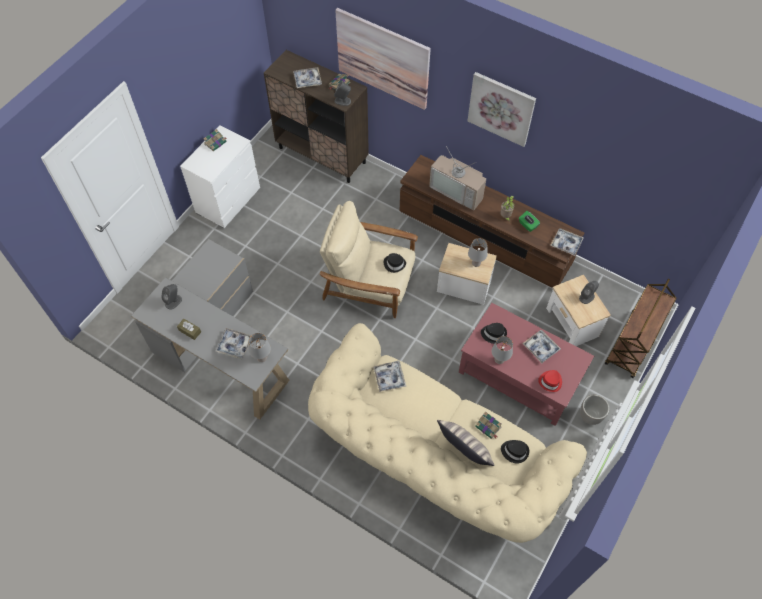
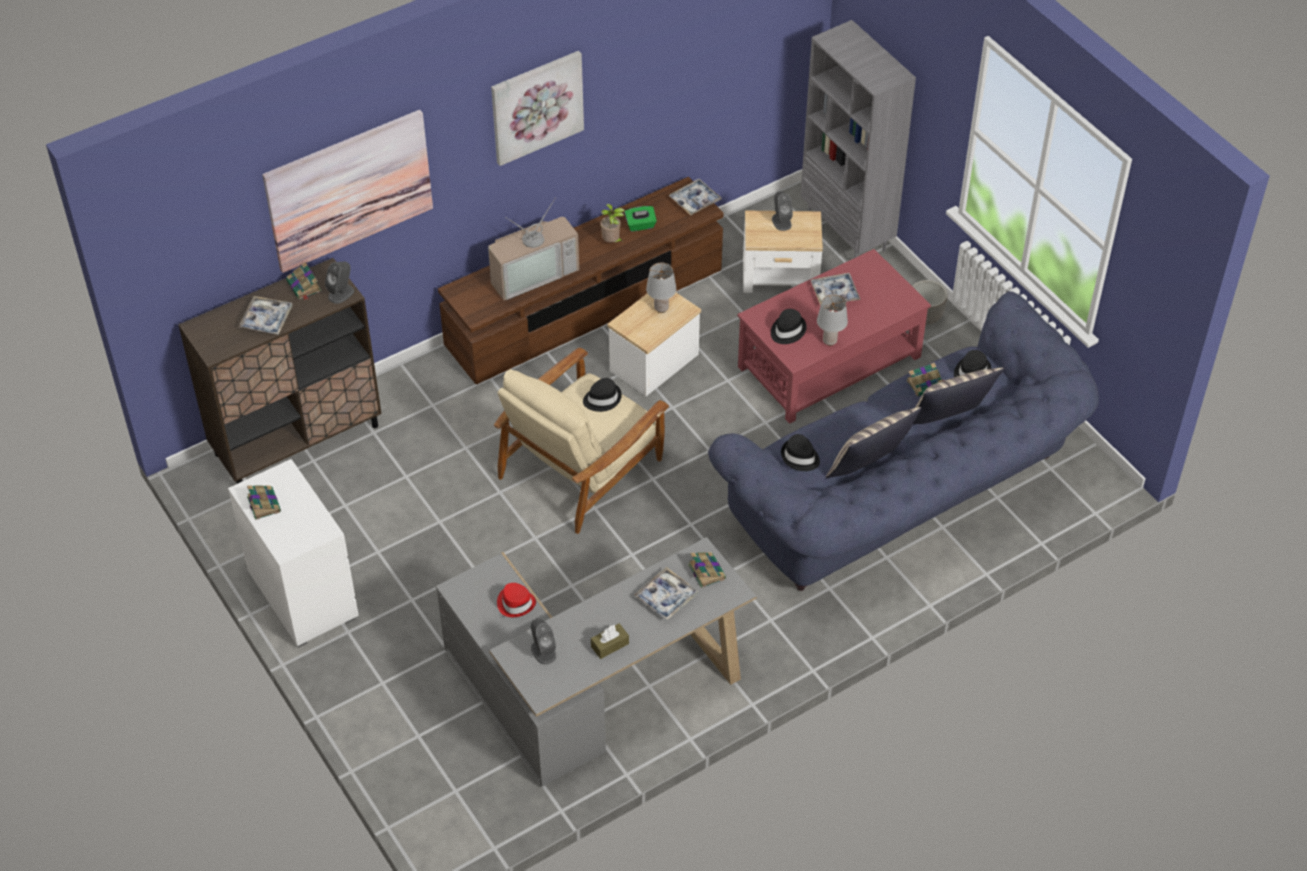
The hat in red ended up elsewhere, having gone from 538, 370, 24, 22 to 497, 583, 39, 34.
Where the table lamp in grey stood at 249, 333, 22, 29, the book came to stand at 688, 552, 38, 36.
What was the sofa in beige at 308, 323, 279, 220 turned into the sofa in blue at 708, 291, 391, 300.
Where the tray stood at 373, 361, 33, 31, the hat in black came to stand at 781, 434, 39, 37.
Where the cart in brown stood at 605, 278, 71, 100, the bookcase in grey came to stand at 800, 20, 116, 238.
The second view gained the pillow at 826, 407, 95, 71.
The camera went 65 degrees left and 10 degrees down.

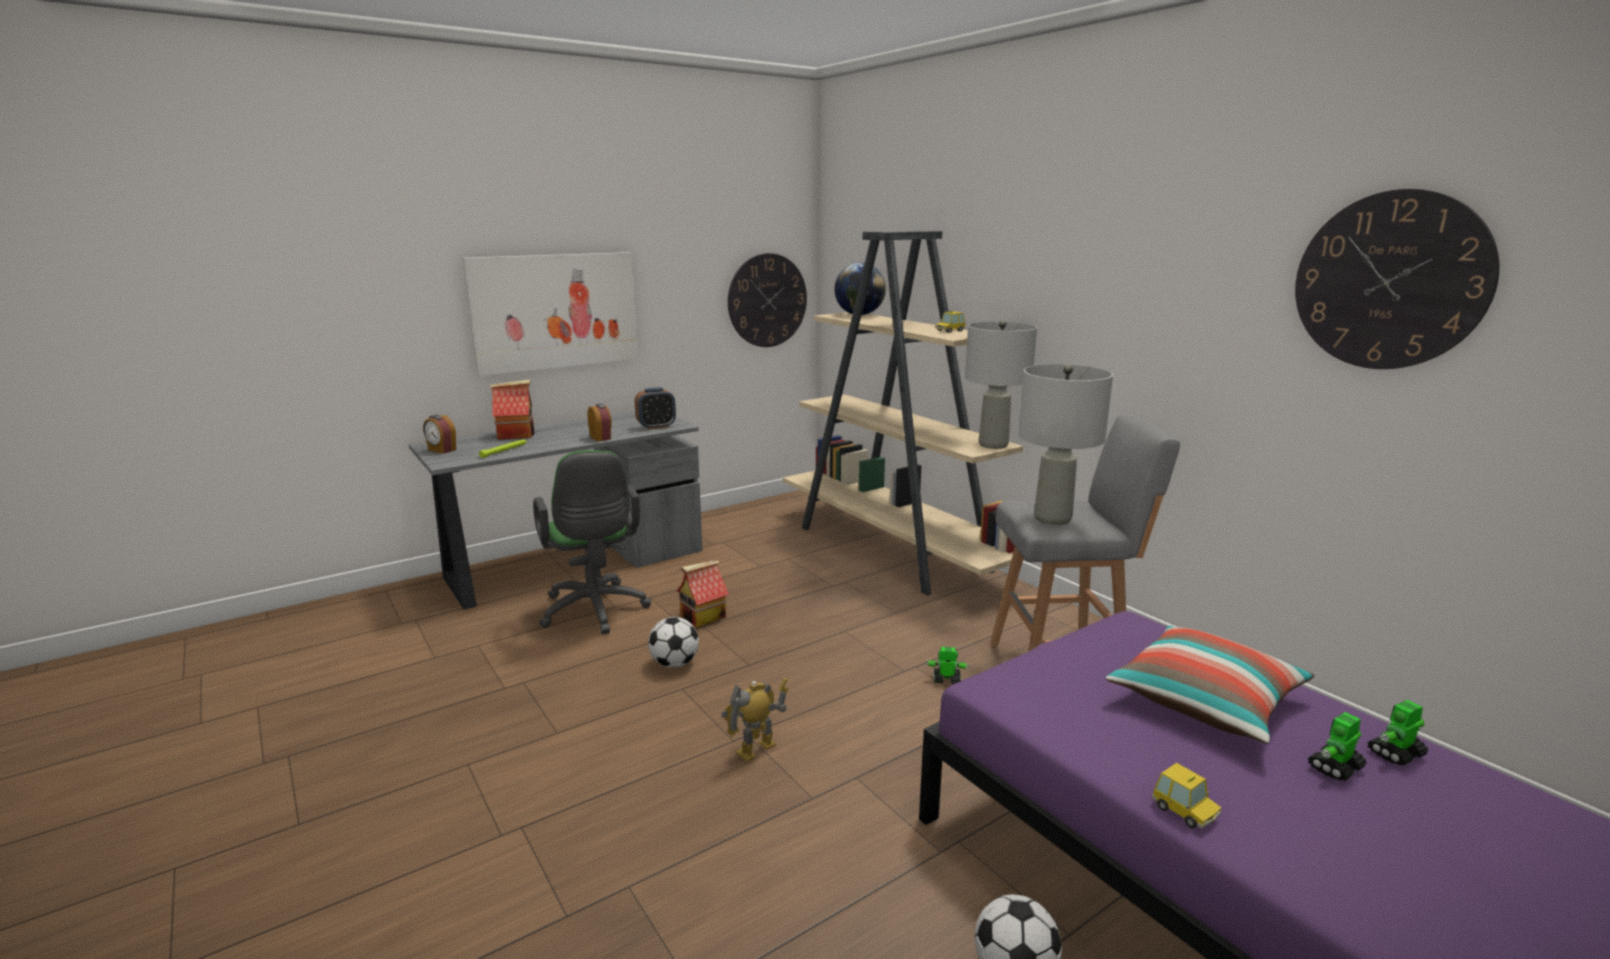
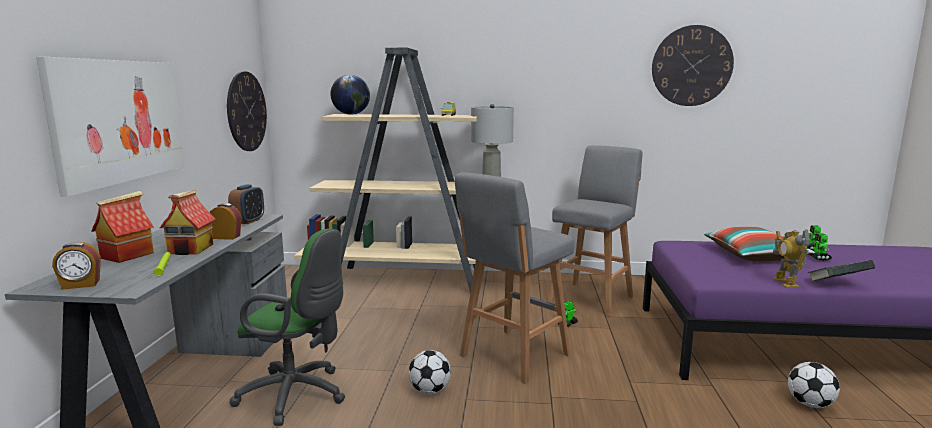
The toy house ended up elsewhere, having gone from 677, 560, 52, 68 to 160, 190, 56, 65.
The second view gained the stool in grey at 455, 172, 119, 212.
The toy robot ended up elsewhere, having gone from 721, 678, 68, 84 to 773, 229, 37, 59.
Where the toy car stood at 1151, 763, 70, 66, the book came to stand at 808, 260, 67, 22.
The second view lost the table lamp in grey at 1018, 364, 95, 161.
The camera went 50 degrees left and 5 degrees down.

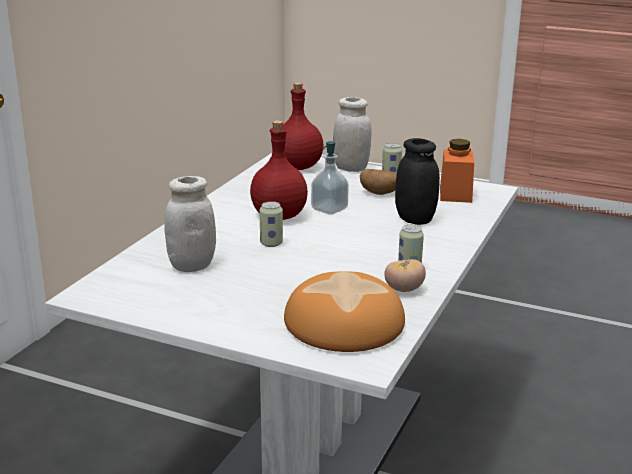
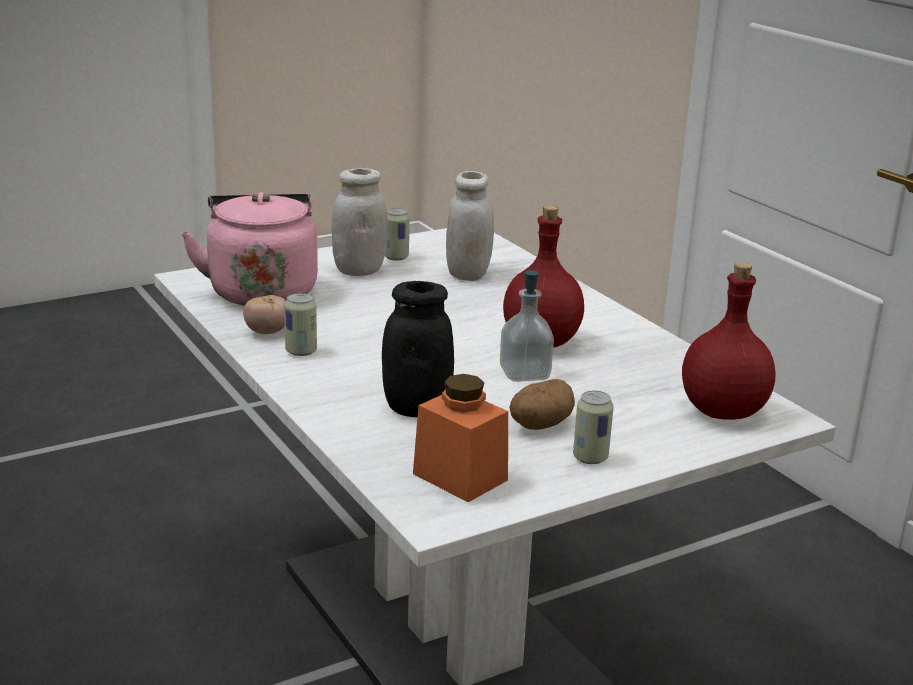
Where the bread stood at 284, 272, 121, 80, the kettle in pink came to stand at 181, 192, 137, 114.
The jar in white ended up elsewhere, having gone from 333, 97, 39, 75 to 331, 168, 57, 108.
The can ended up elsewhere, having gone from 260, 201, 23, 46 to 385, 208, 25, 53.
The camera went 125 degrees right and 0 degrees up.

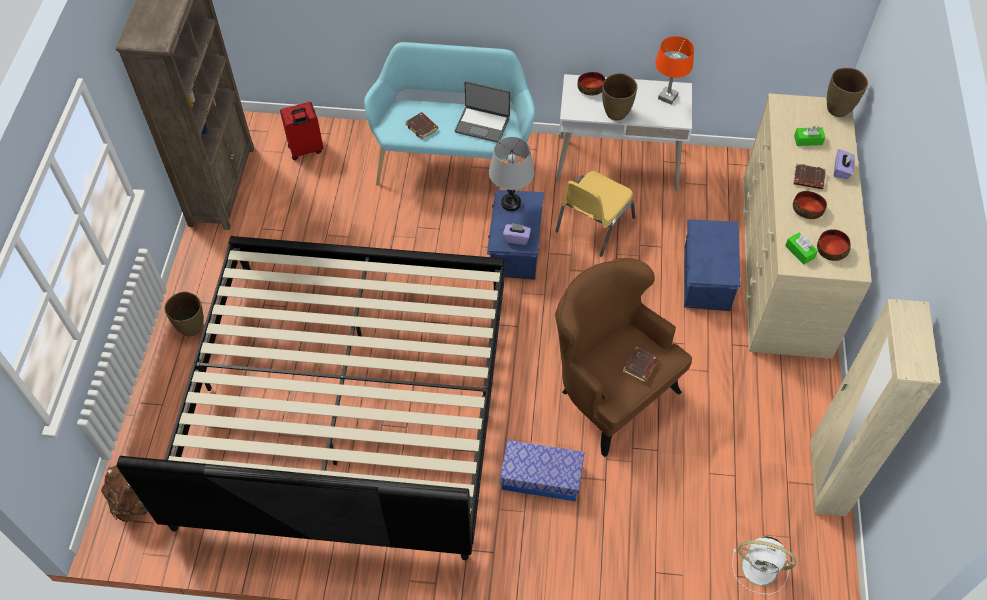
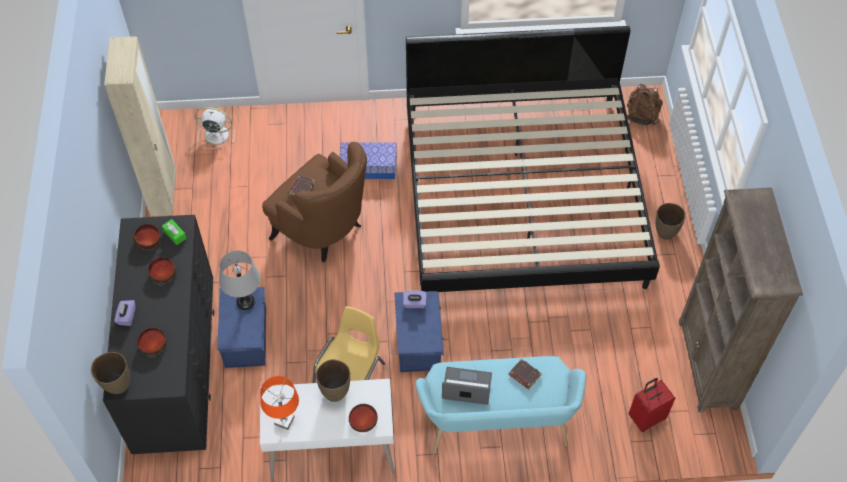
What was the dresser in beige at 742, 93, 130, 266 turned into the dresser in black at 103, 215, 111, 239.
Where the tissue box in green stood at 794, 126, 31, 20, the bowl came to stand at 137, 327, 30, 29.
The table lamp in grey ended up elsewhere, having gone from 489, 137, 46, 74 to 219, 250, 42, 60.
The second view lost the book in brown at 794, 164, 32, 26.
The camera went 170 degrees right and 0 degrees up.

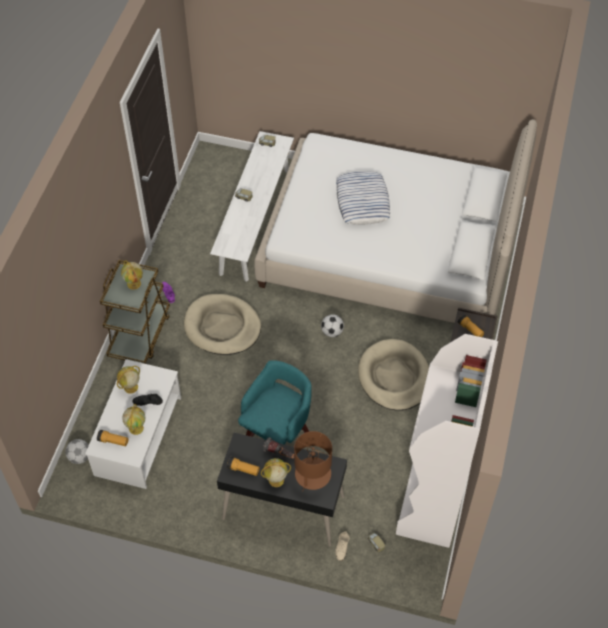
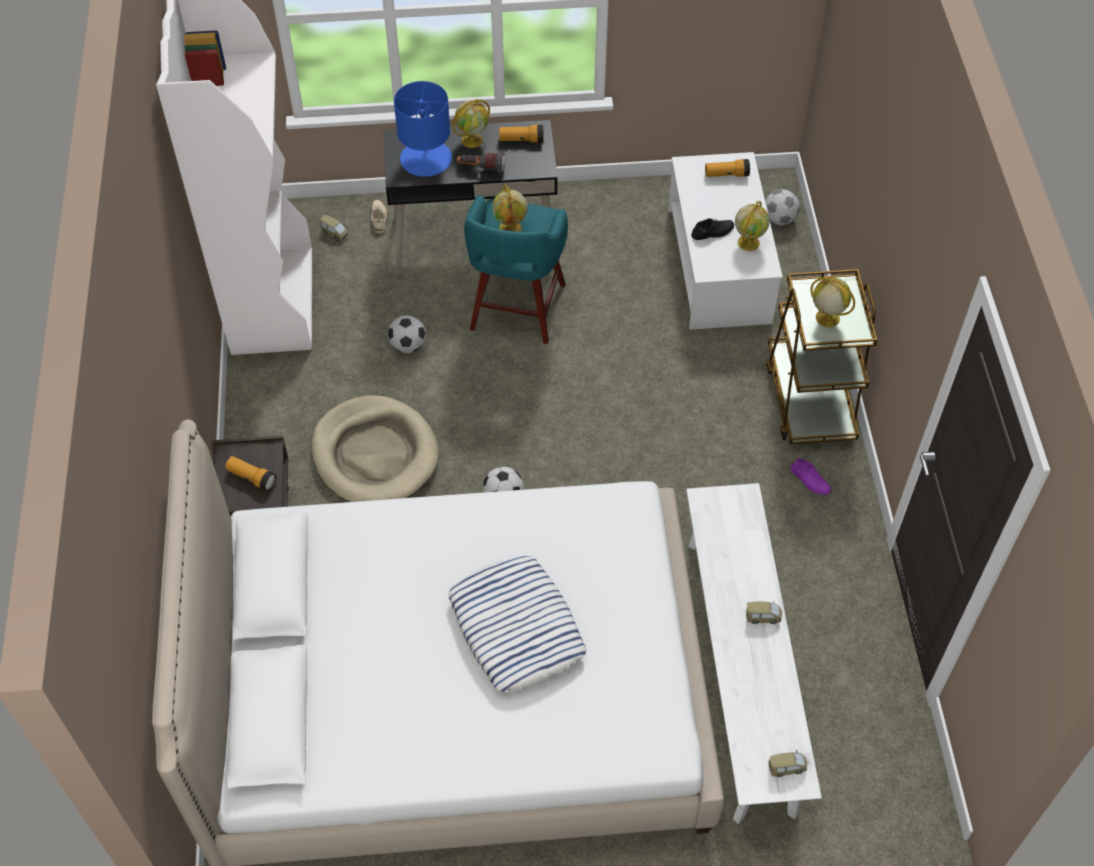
The second view gained the football at 388, 315, 38, 38.
What was the table lamp in brown at 294, 431, 38, 61 turned into the table lamp in blue at 394, 81, 58, 96.
The globe ended up elsewhere, having gone from 122, 404, 23, 31 to 492, 185, 36, 47.
The second view lost the dog bed in beige at 184, 294, 77, 61.
The camera went 160 degrees right and 0 degrees up.

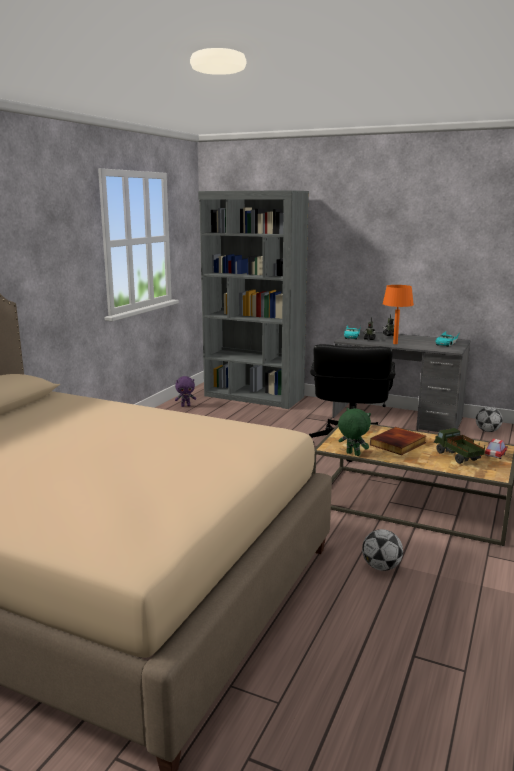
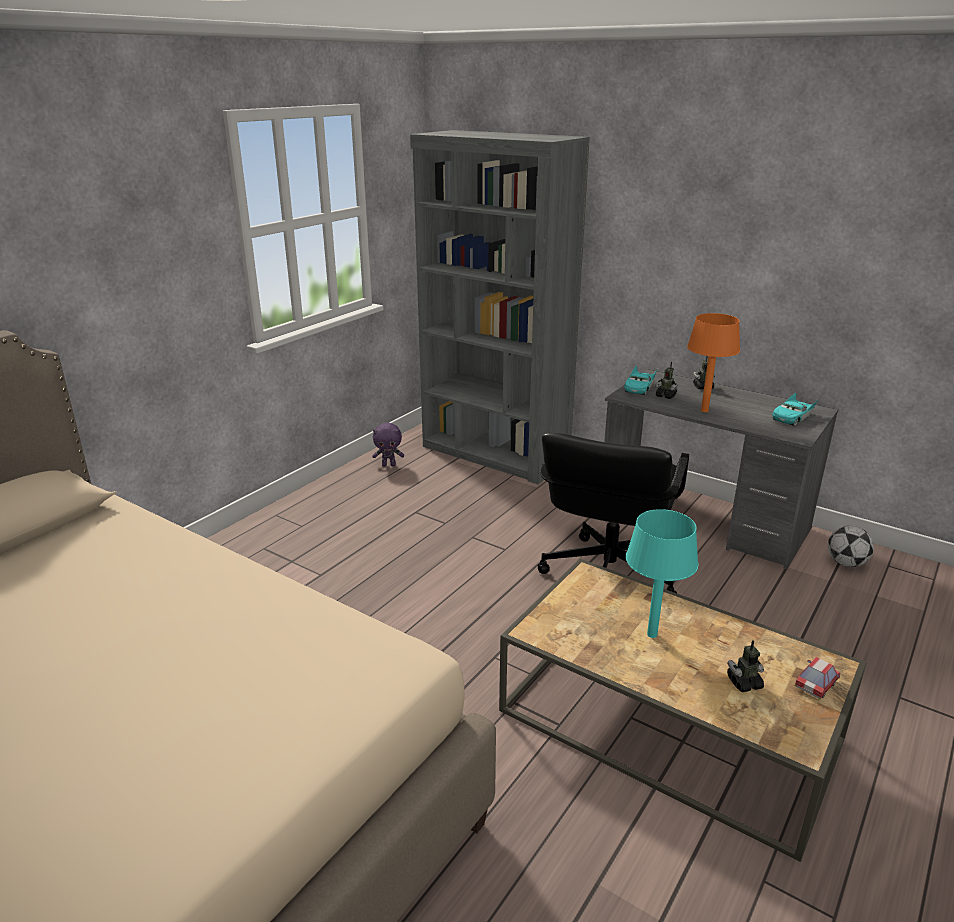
Where the book stood at 370, 427, 56, 28, the table lamp in turquoise came to stand at 626, 509, 72, 129.
Where the toy truck stood at 434, 428, 51, 36, the toy robot came to stand at 727, 640, 37, 52.
The second view lost the plush toy in green at 338, 408, 33, 48.
The second view lost the football at 362, 529, 41, 42.
The camera went 10 degrees right and 10 degrees up.

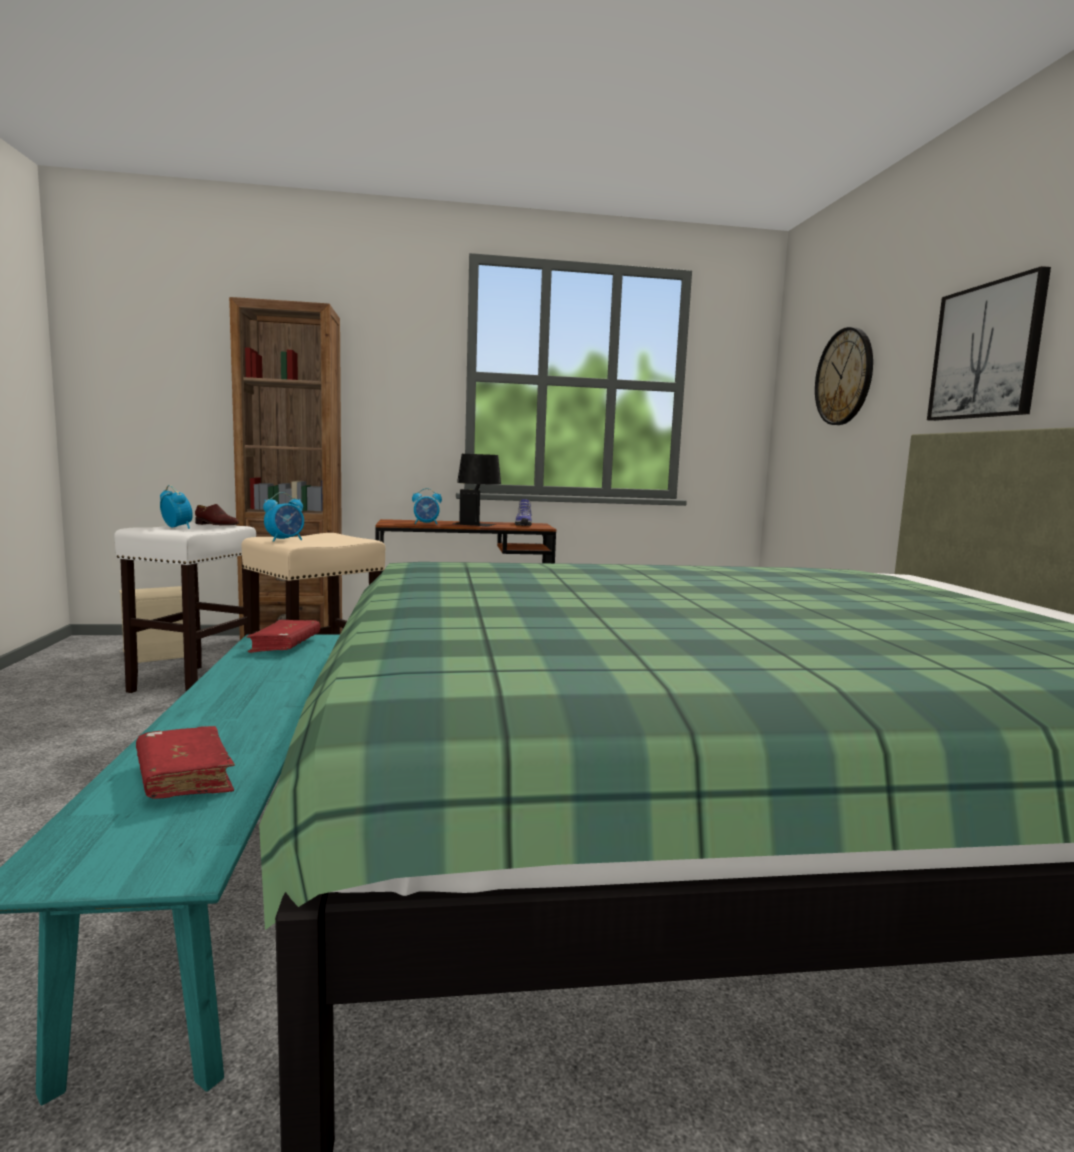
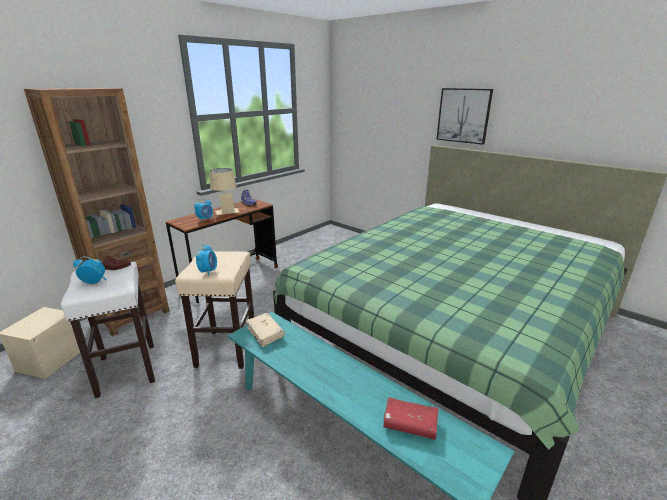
What was the table lamp in black at 453, 454, 48, 72 turned into the table lamp in beige at 210, 168, 29, 47.
What was the book in red at 246, 620, 74, 33 turned into the book in beige at 246, 313, 39, 35.
The second view lost the wall clock at 815, 327, 58, 98.
The camera went 40 degrees left and 15 degrees up.

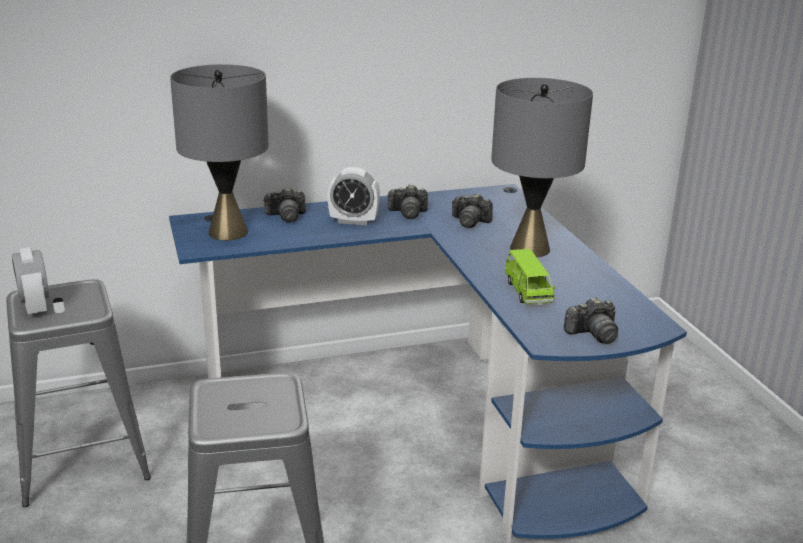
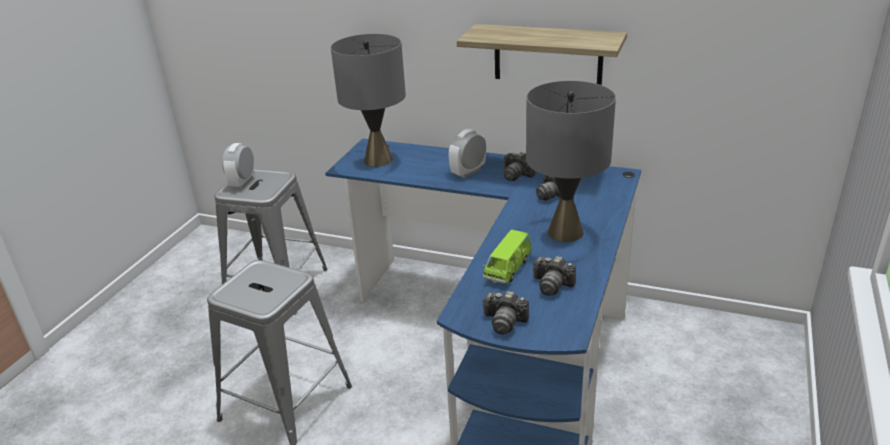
The alarm clock at 327, 167, 53, 58 ended up facing another way, 90 degrees clockwise from before.
The second view gained the shelf at 457, 24, 170, 61.
The photo camera ended up elsewhere, having gone from 263, 187, 43, 35 to 532, 256, 44, 40.
The camera went 40 degrees right and 5 degrees up.

